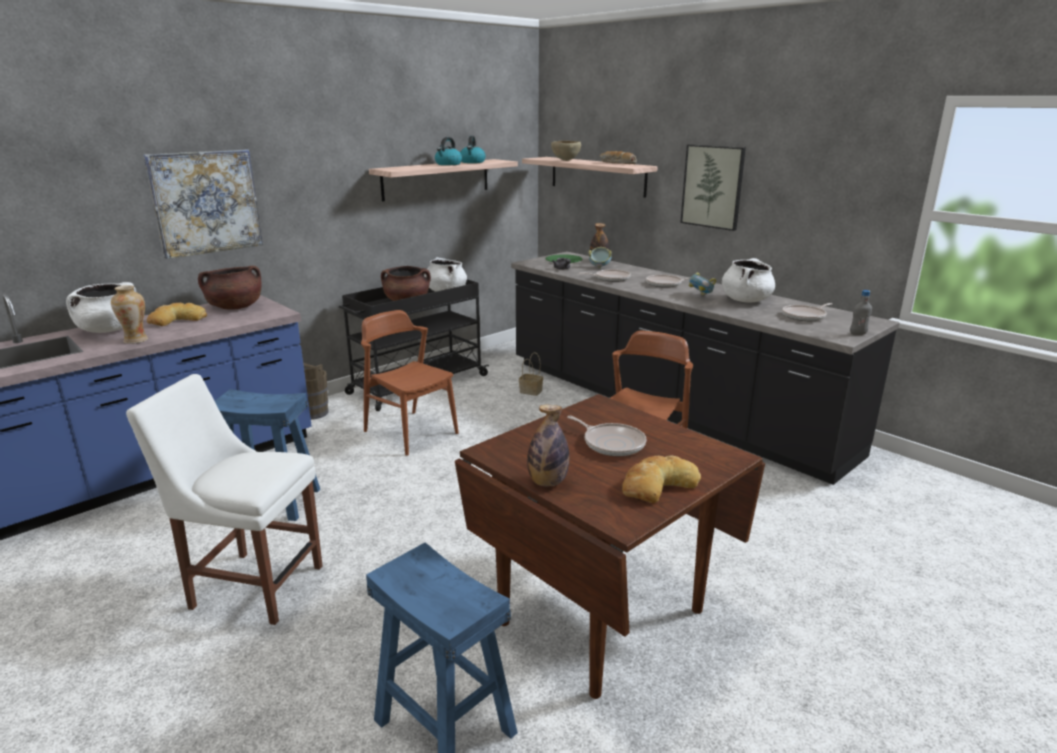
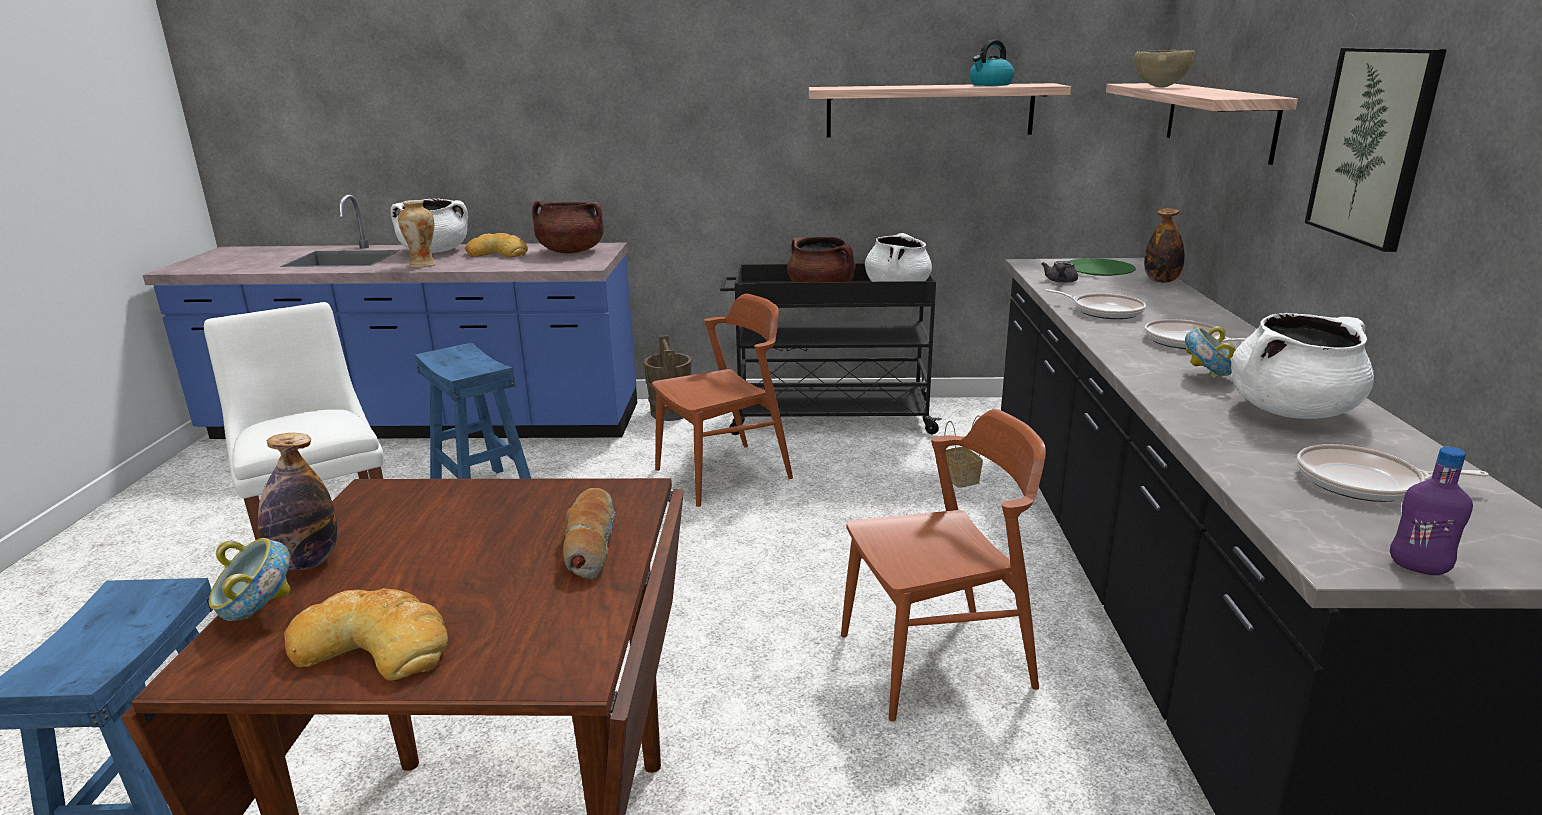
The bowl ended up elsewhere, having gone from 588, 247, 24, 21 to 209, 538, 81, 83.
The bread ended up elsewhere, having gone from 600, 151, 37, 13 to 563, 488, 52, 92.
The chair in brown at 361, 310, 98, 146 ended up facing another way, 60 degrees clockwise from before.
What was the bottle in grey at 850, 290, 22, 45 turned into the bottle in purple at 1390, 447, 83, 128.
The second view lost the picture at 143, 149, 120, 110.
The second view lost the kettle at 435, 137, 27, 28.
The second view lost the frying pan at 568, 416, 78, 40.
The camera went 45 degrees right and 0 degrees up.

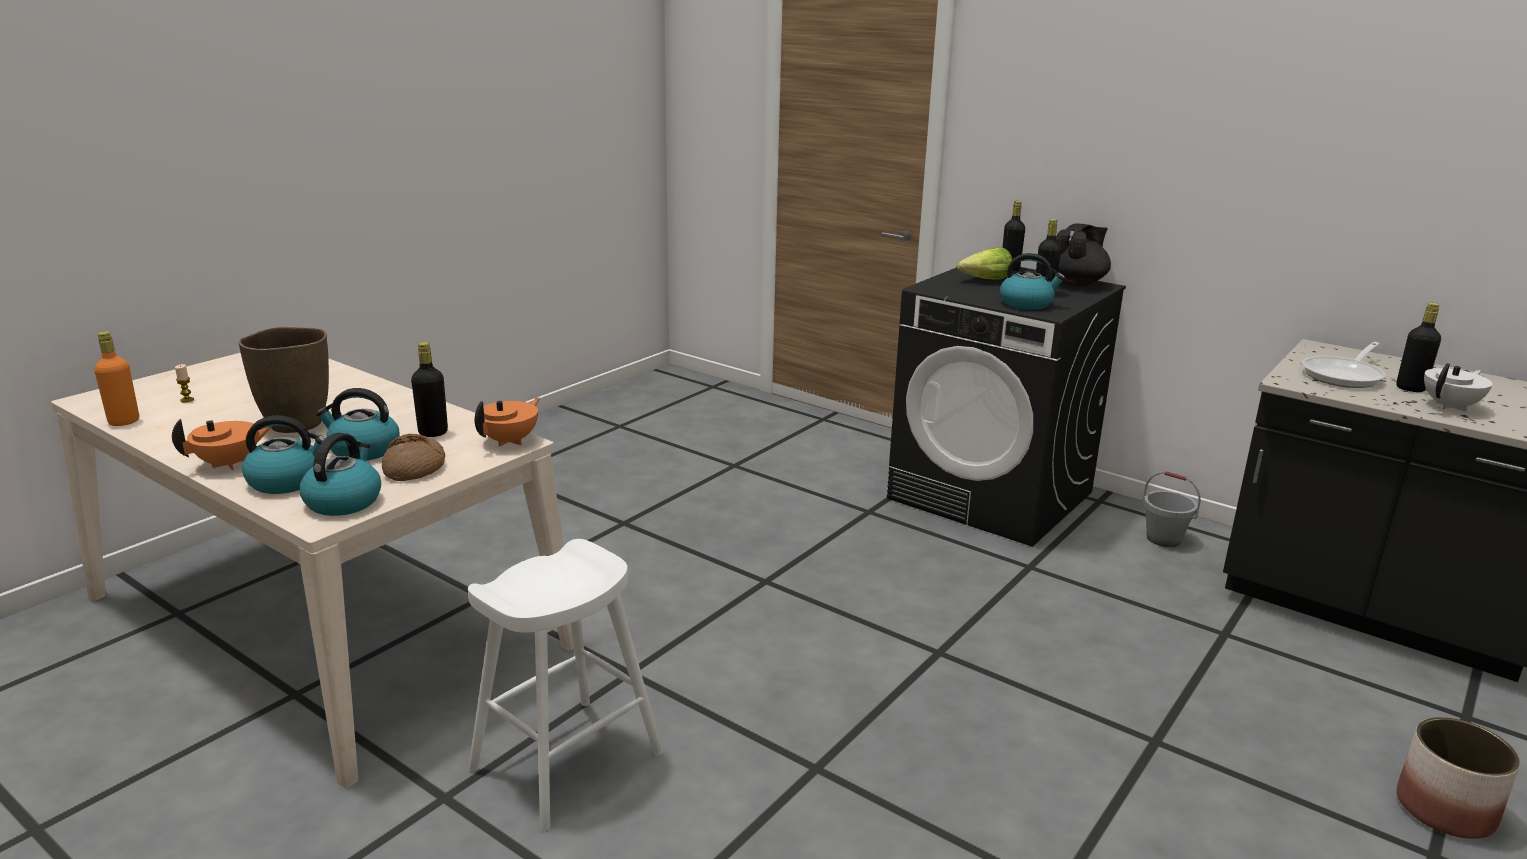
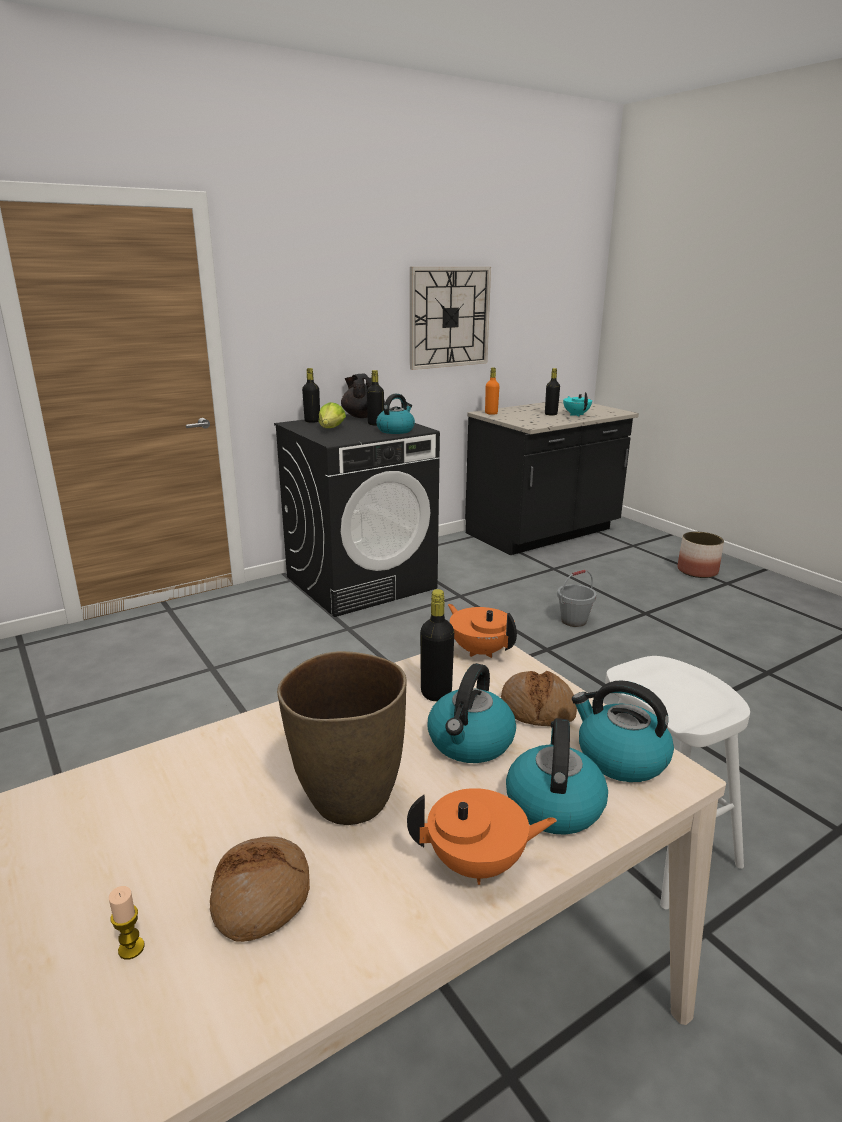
The second view gained the bread at 210, 836, 100, 106.
The teapot in orange at 172, 419, 100, 51 ended up facing another way, 105 degrees clockwise from before.
The second view gained the wall clock at 410, 267, 81, 103.
The bottle in orange ended up elsewhere, having gone from 94, 331, 45, 95 to 485, 368, 14, 47.
The bucket in grey ended up elsewhere, having gone from 1143, 471, 58, 76 to 557, 569, 40, 58.
What was the teapot in white at 1424, 363, 68, 49 turned into the teapot in turquoise at 563, 392, 29, 25.
The second view lost the frying pan at 1302, 342, 84, 46.
The camera went 70 degrees left and 0 degrees up.

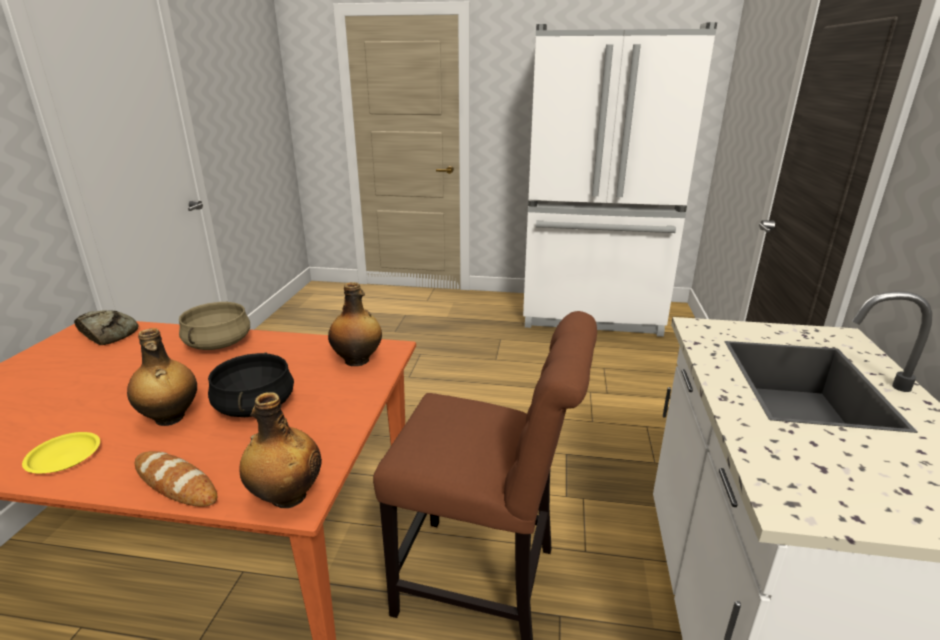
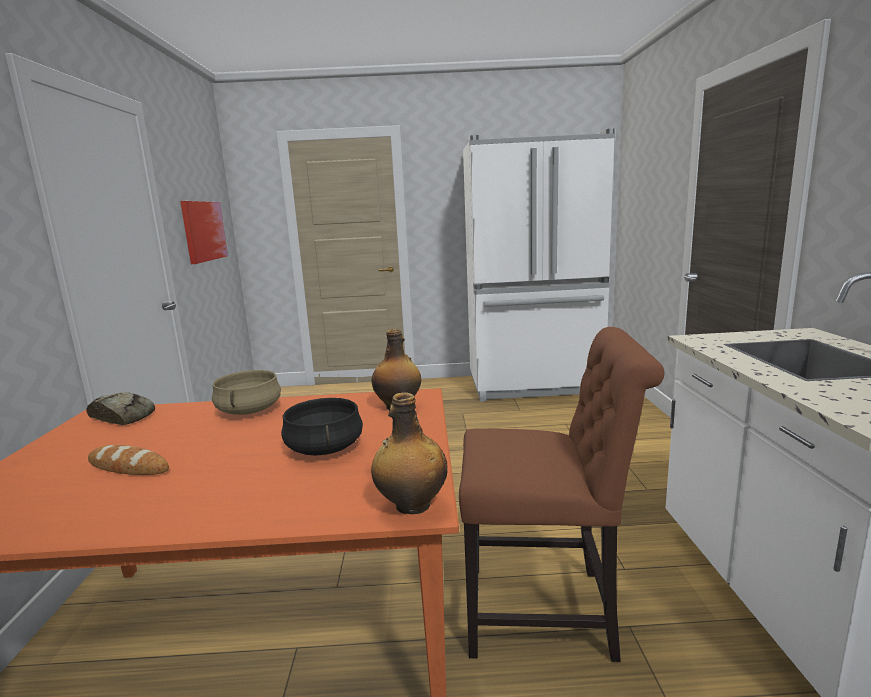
The bread ended up elsewhere, having gone from 135, 451, 82, 56 to 88, 445, 81, 30.
The second view gained the picture at 180, 201, 48, 63.
The second view lost the plate in yellow at 22, 432, 78, 41.
The second view lost the bottle at 127, 328, 70, 98.
The camera went 10 degrees left and 10 degrees down.

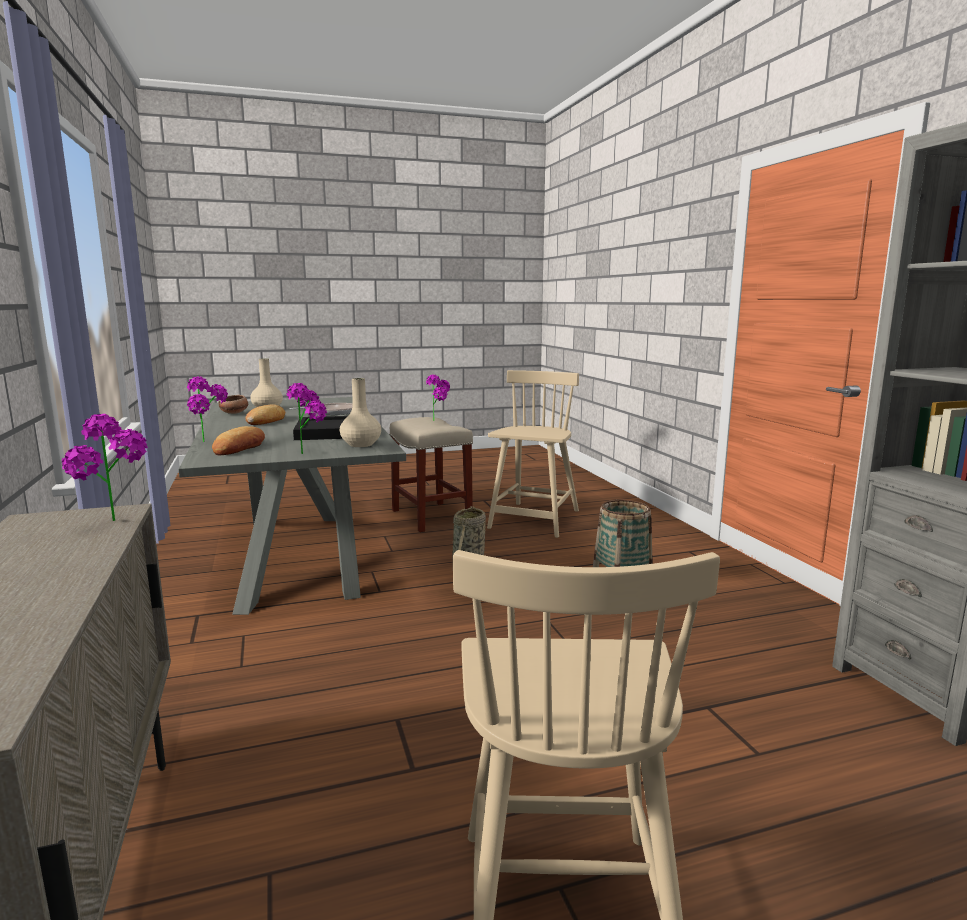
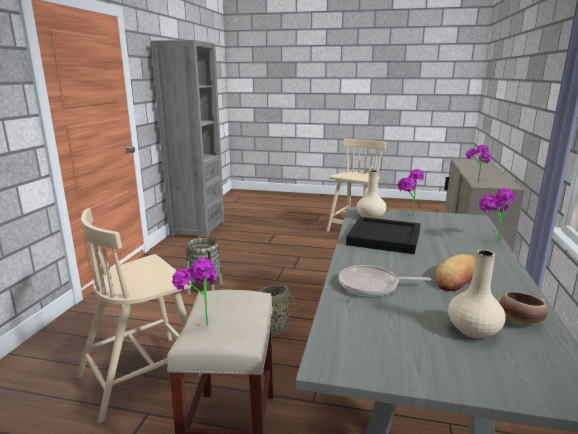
The second view lost the bread at 212, 426, 53, 29.
The camera went 150 degrees left and 5 degrees up.

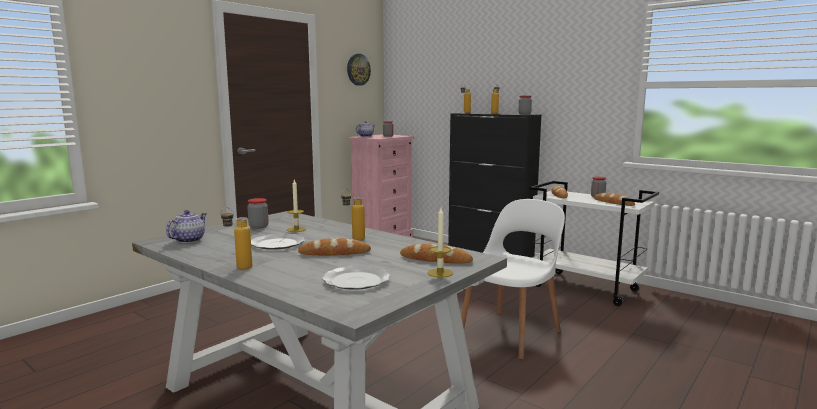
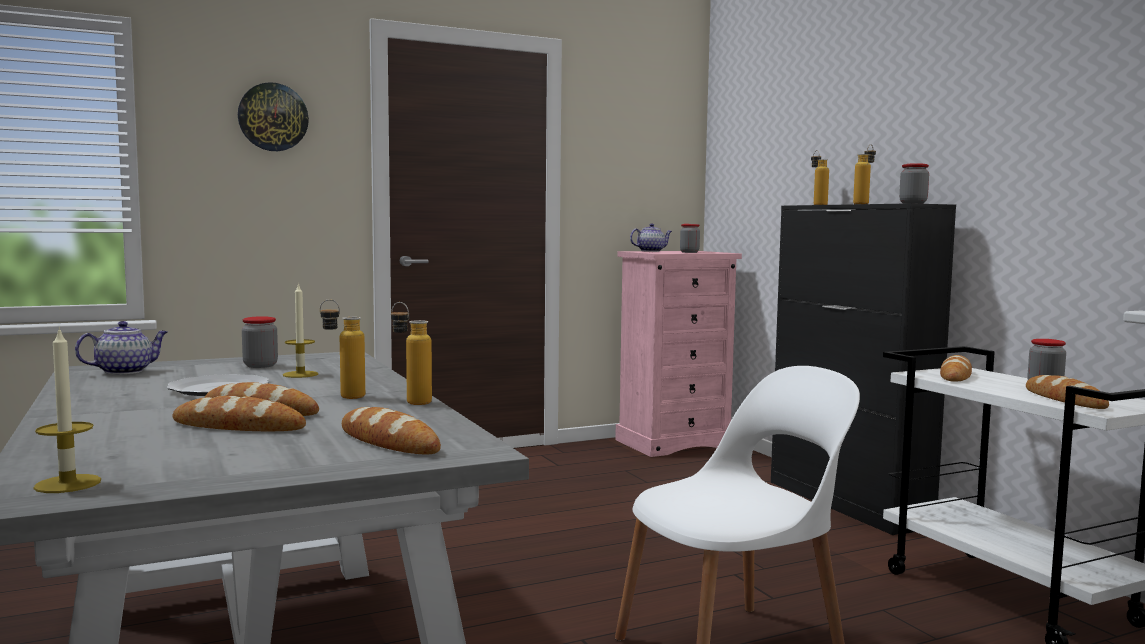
The candle ended up elsewhere, having gone from 428, 208, 25, 70 to 34, 327, 67, 166.
The second view gained the bread at 173, 396, 133, 35.
The wall clock ended up elsewhere, having gone from 347, 54, 24, 32 to 238, 82, 71, 69.
The bottle ended up elsewhere, having gone from 220, 207, 32, 62 to 391, 302, 41, 103.
The second view lost the plate at 322, 266, 68, 24.
The camera went 25 degrees right and 5 degrees down.

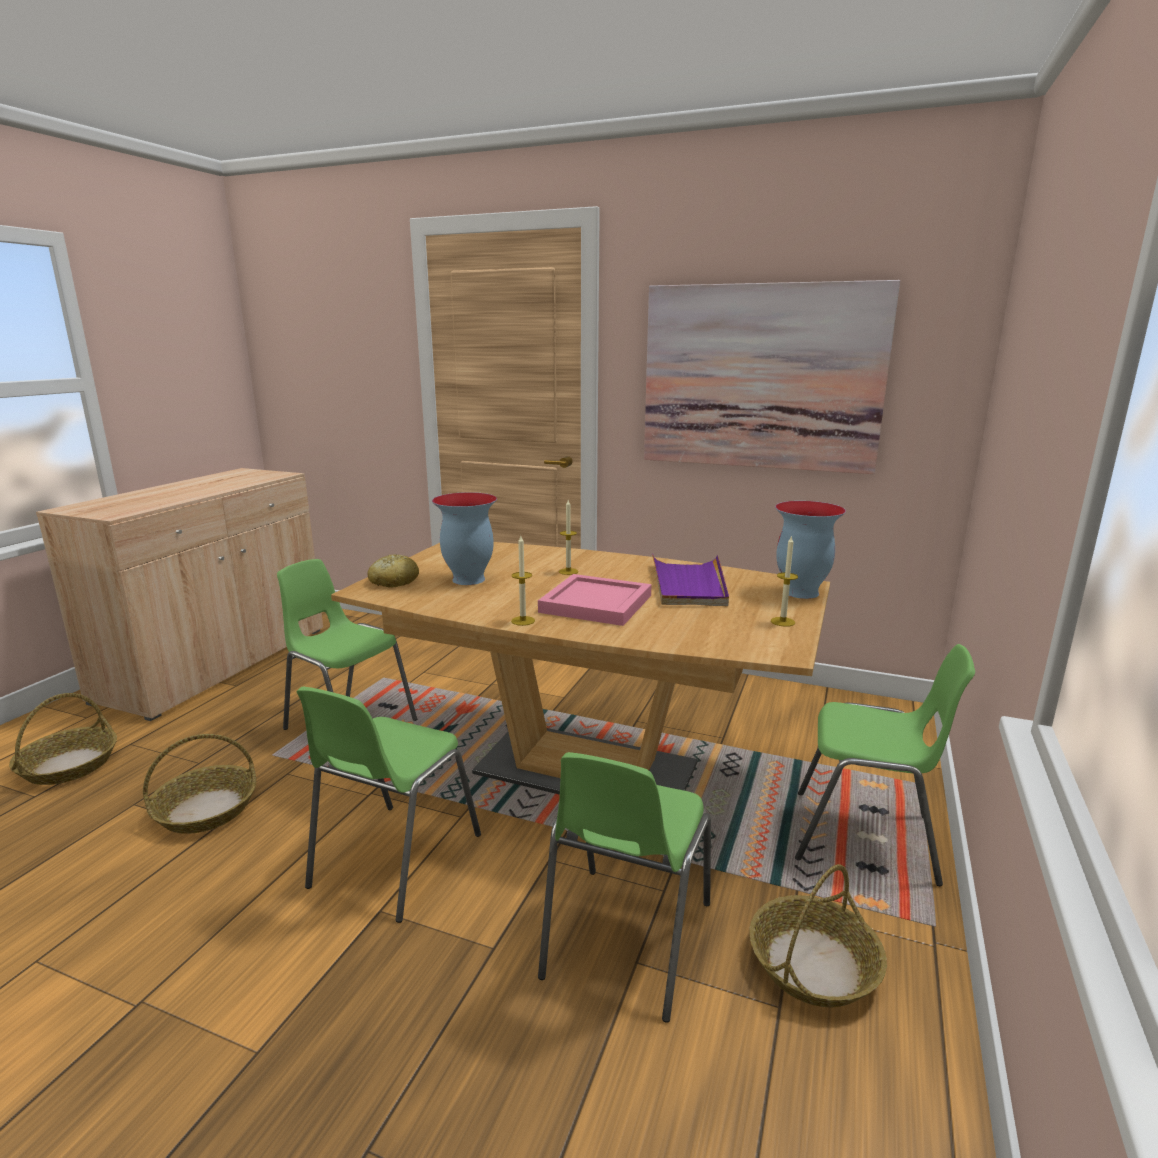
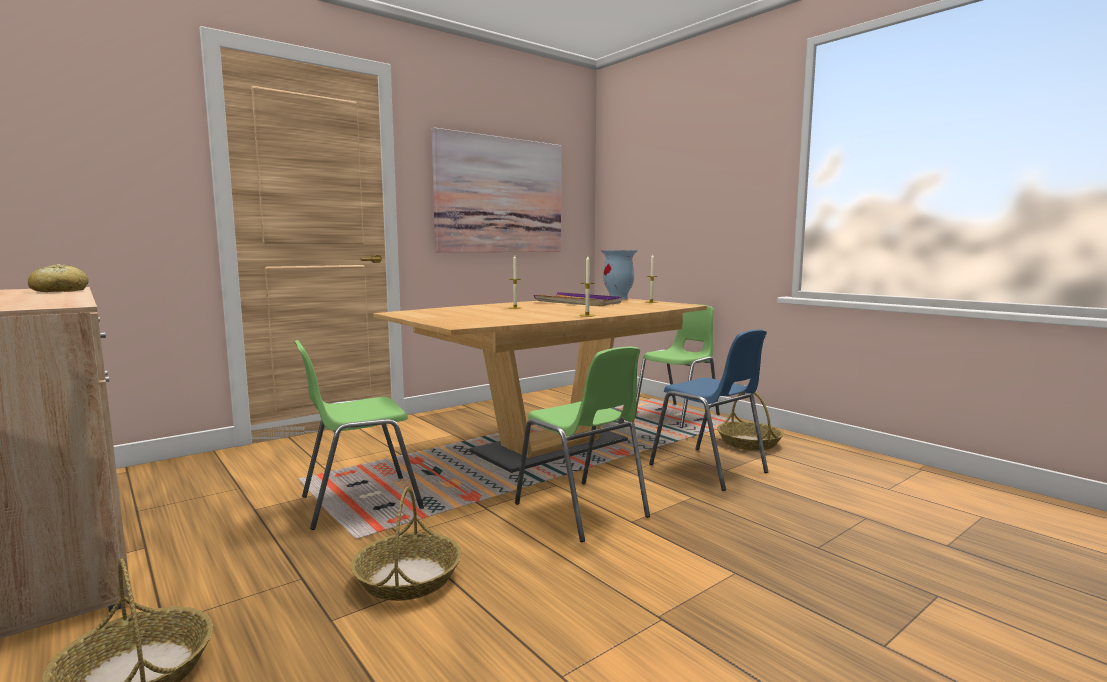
The bread ended up elsewhere, having gone from 368, 554, 51, 34 to 28, 264, 60, 28.
What was the chair in green at 538, 752, 173, 271 turned into the chair in blue at 649, 329, 119, 162.
The second view lost the vase at 432, 492, 65, 93.
The second view lost the tray in pink at 538, 574, 114, 52.
The camera went 60 degrees left and 10 degrees down.

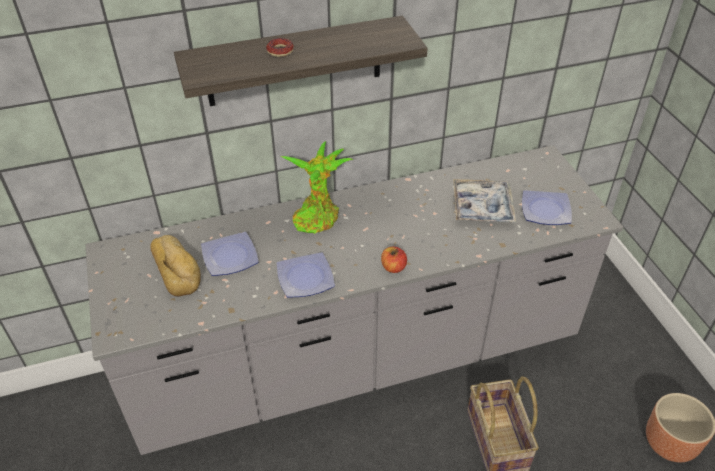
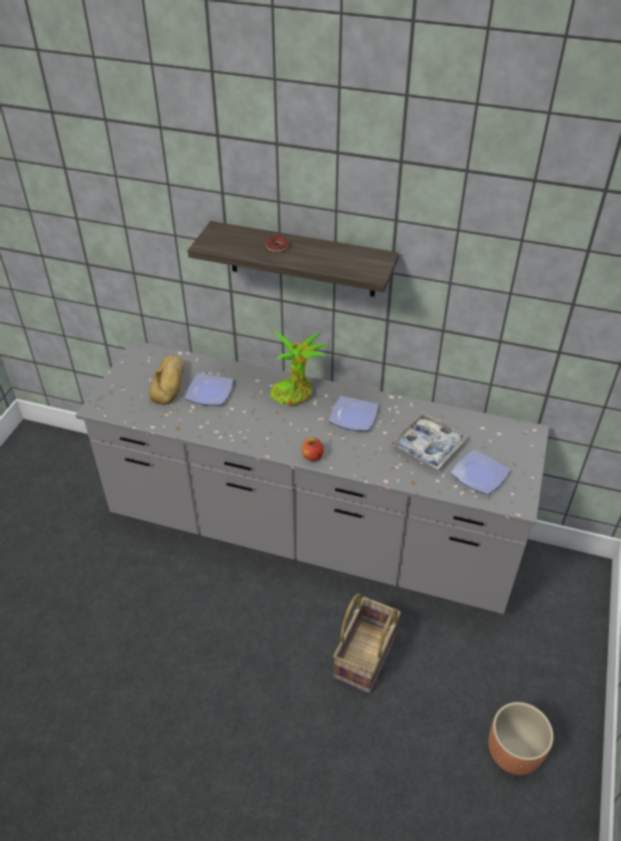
The plate ended up elsewhere, having gone from 277, 252, 58, 46 to 329, 396, 49, 35.
The camera went 35 degrees right and 0 degrees up.

